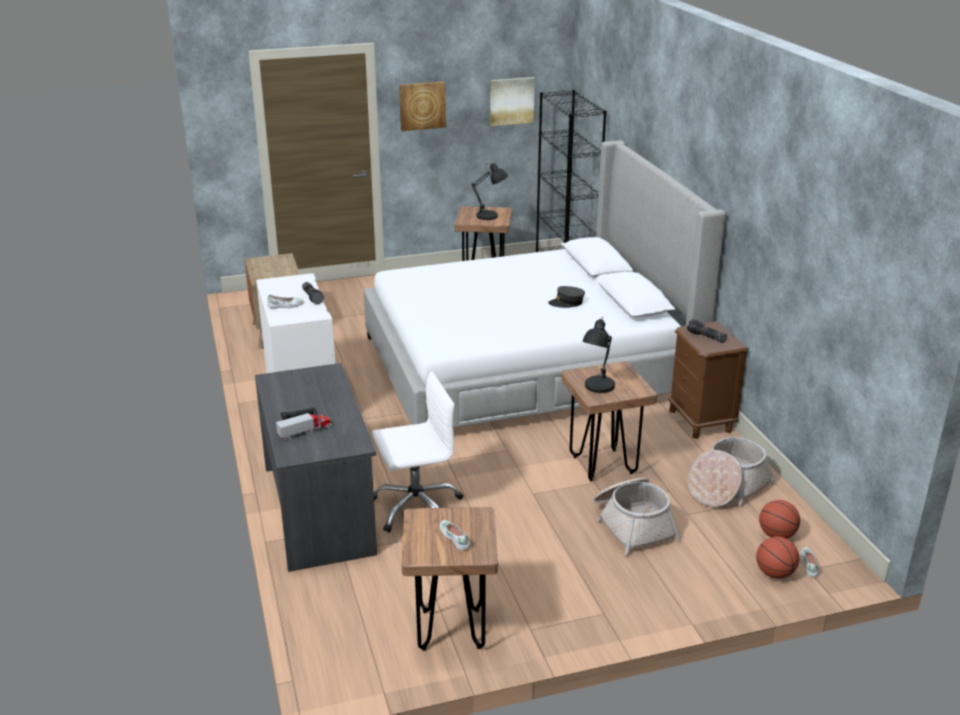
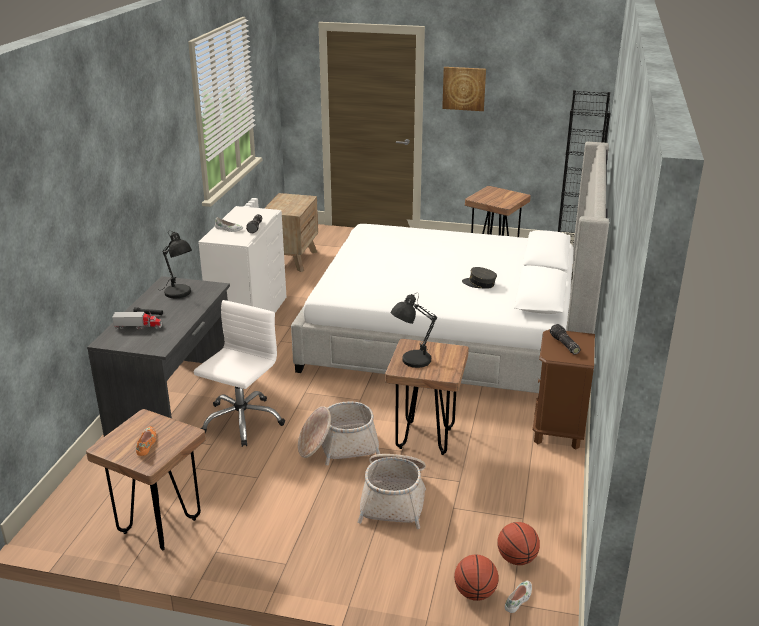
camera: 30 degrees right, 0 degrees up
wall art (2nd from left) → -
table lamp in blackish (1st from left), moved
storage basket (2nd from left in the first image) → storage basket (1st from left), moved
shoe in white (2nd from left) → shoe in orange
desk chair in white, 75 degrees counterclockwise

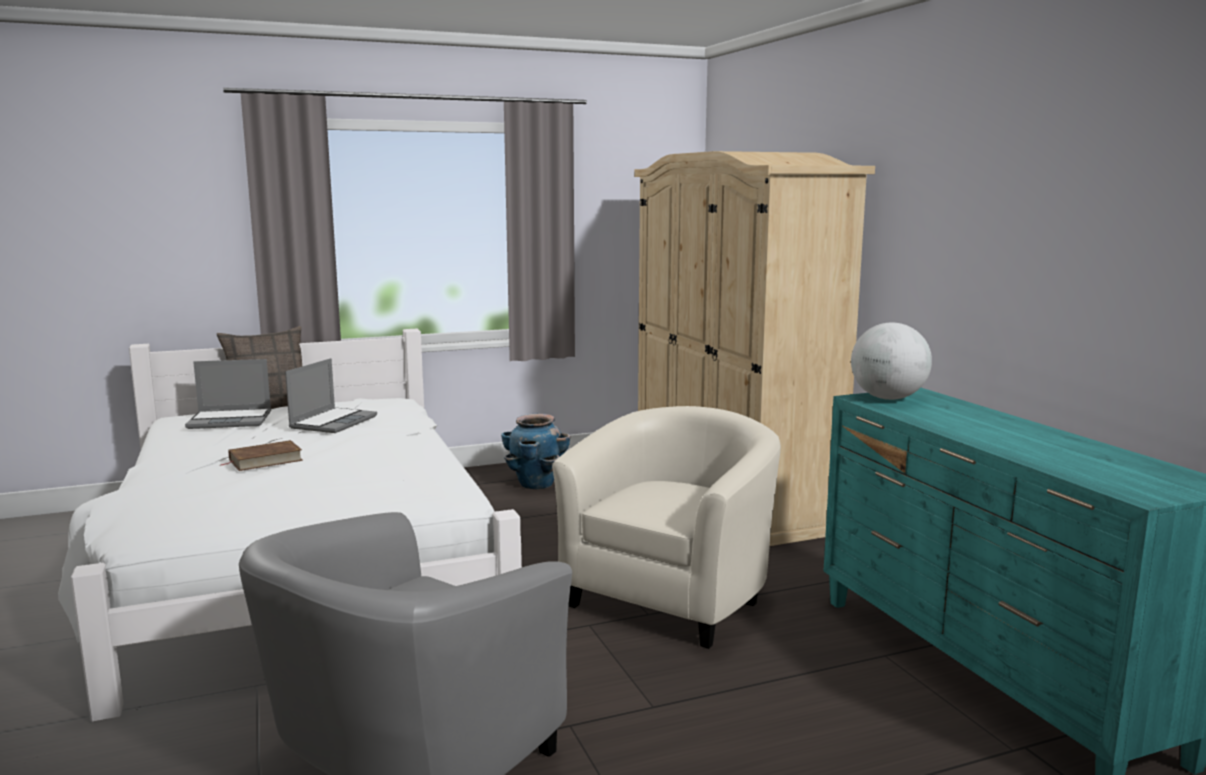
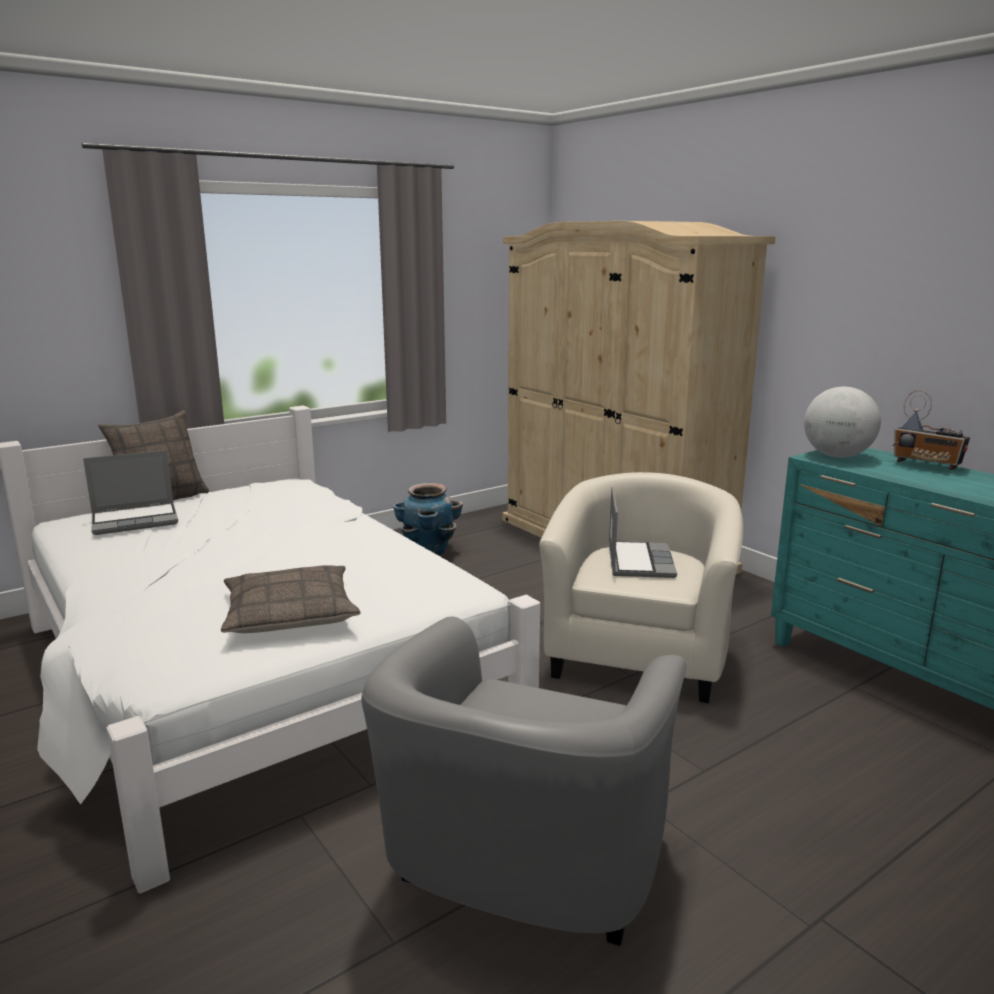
camera: 15 degrees left, 5 degrees up
book in brownish → -
- → cushion (2nd from left)
- → radio set
notebook computer (2nd from left), moved

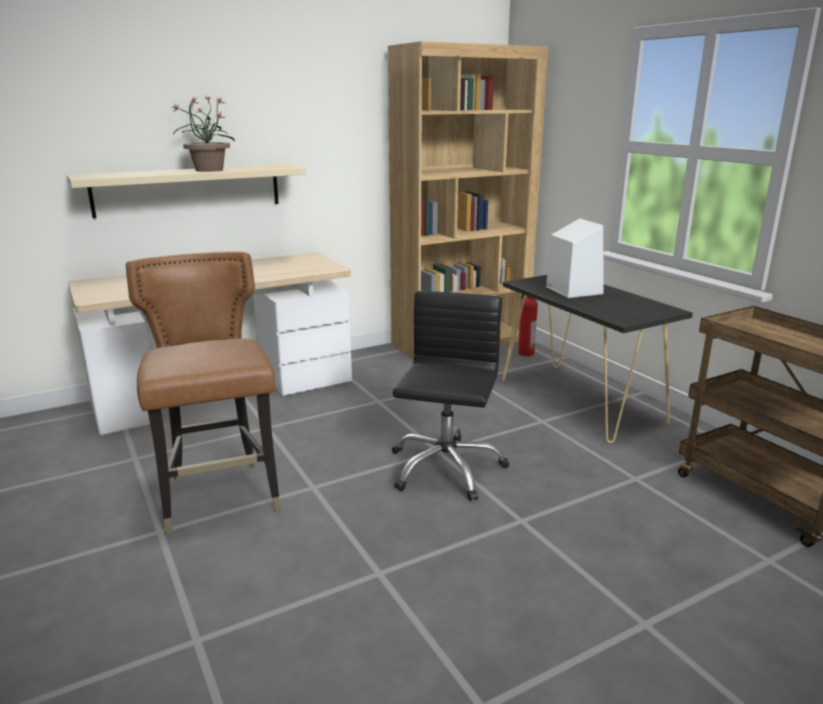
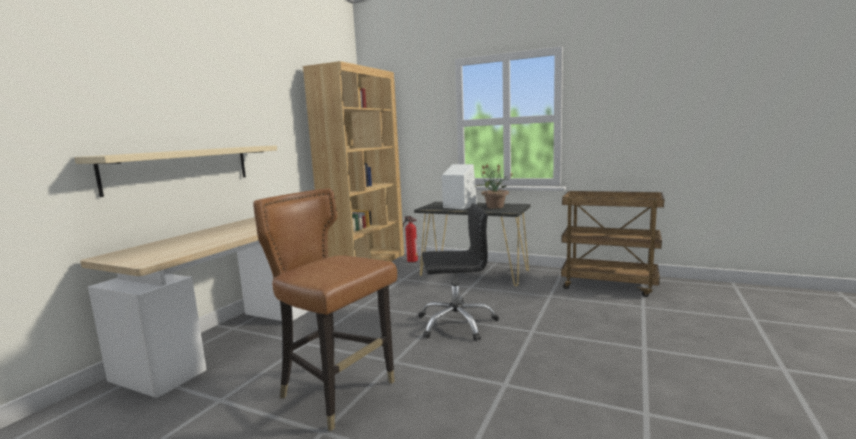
camera: 35 degrees left, 10 degrees down
houseplant, moved
desk chair in blackish, 105 degrees clockwise

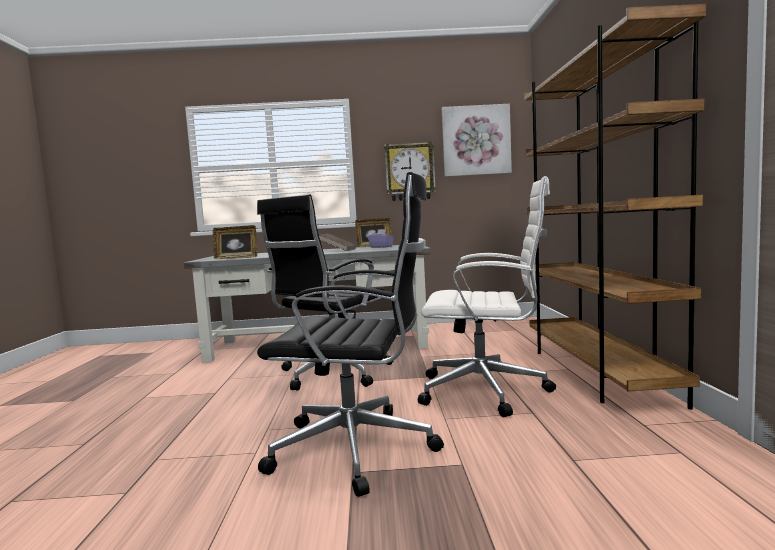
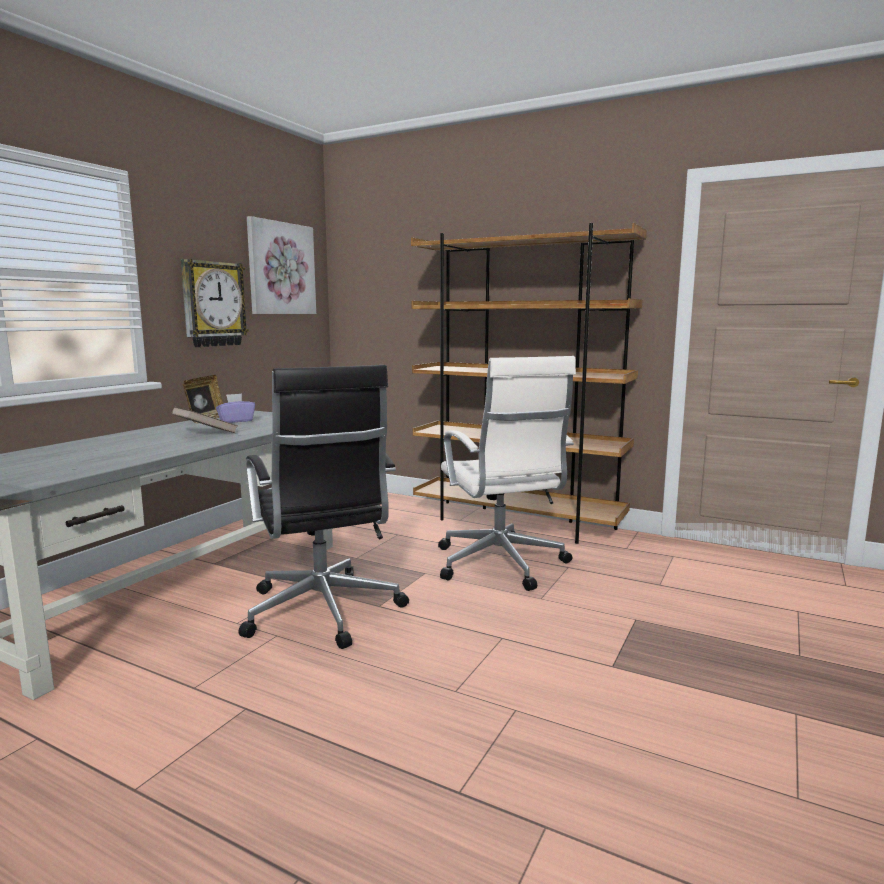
camera: 60 degrees left, 5 degrees up
picture frame (1st from left) → -
desk chair in blackish (2nd from left) → -
desk chair in white, 120 degrees clockwise

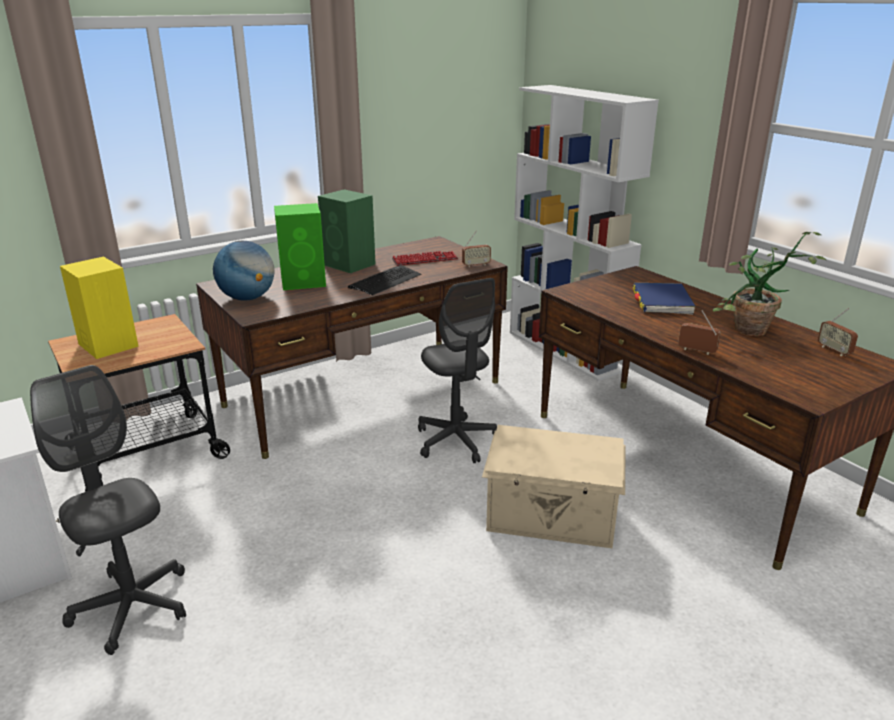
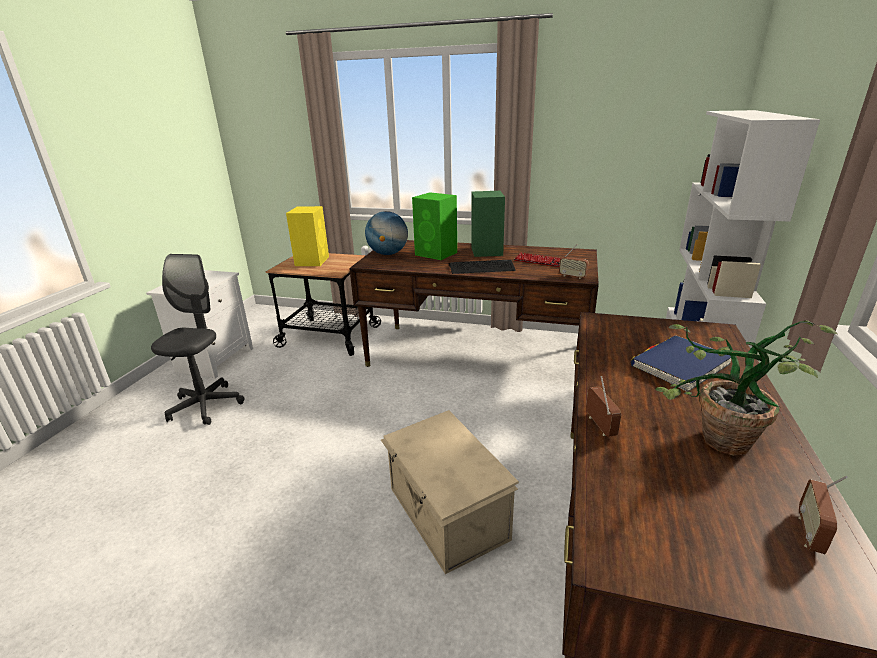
camera: 50 degrees right, 0 degrees up
desk chair in grey (2nd from left) → -

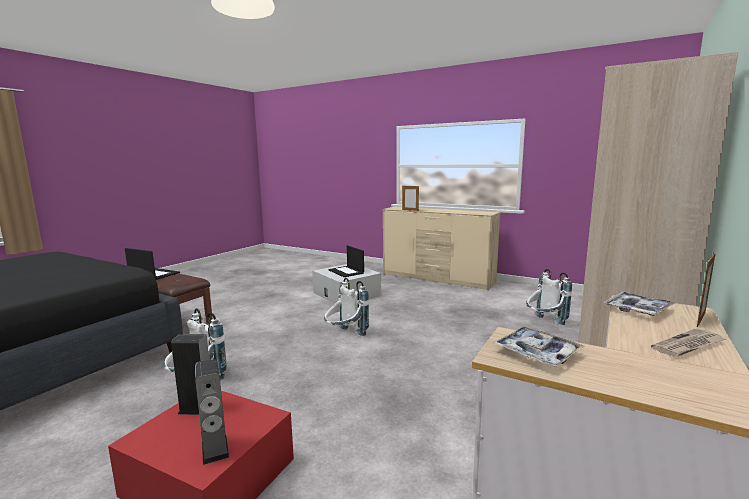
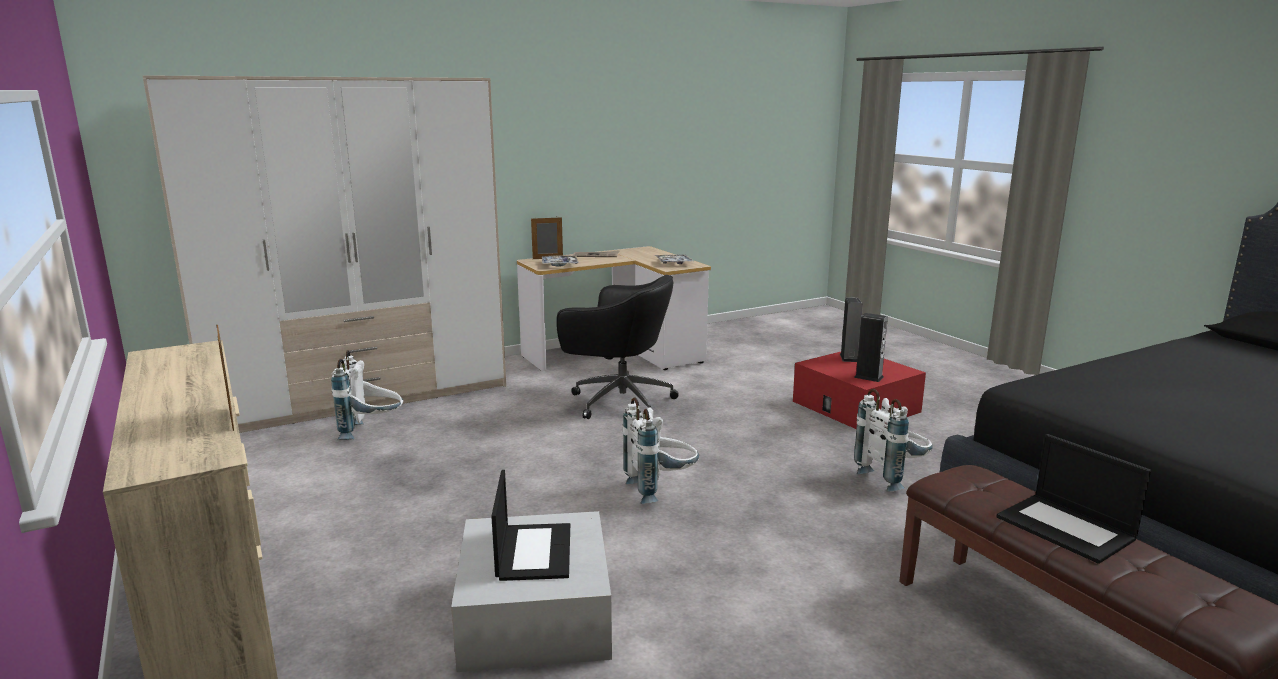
camera: 150 degrees left, 5 degrees up
- → desk chair in blackish

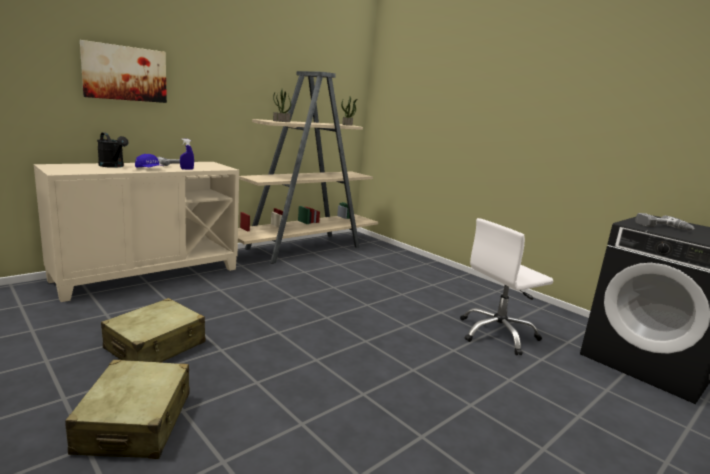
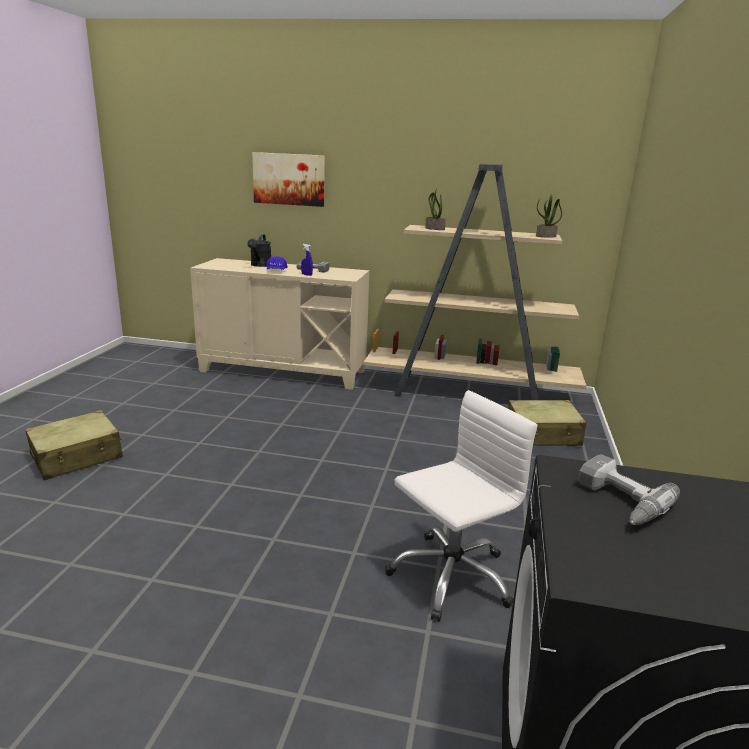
camera: 55 degrees right, 5 degrees up
travel case in beige-coloured (2nd from left), moved
desk chair in white, 120 degrees clockwise

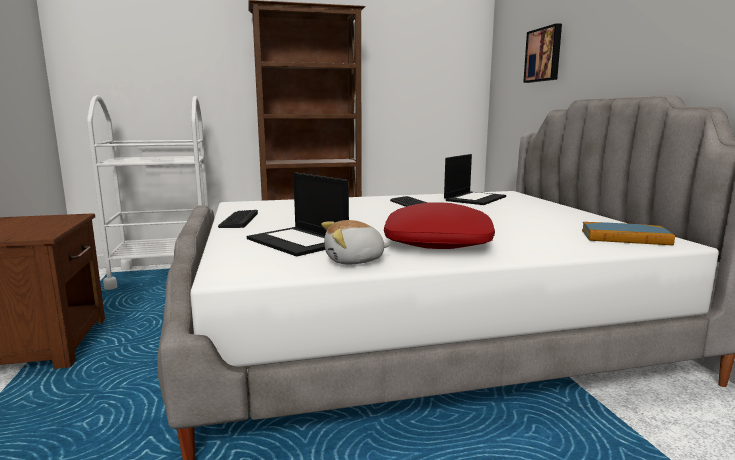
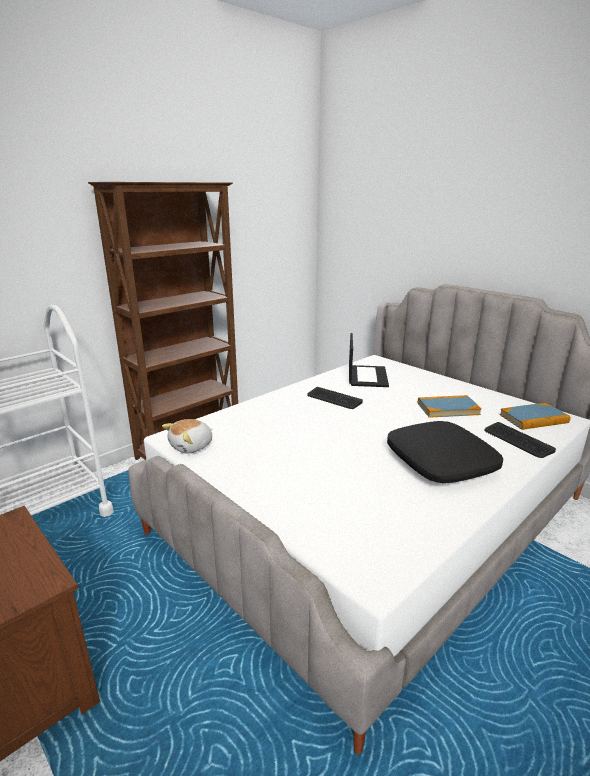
camera: 30 degrees left, 10 degrees up
notebook computer (1st from left) → -
wall art → -
- → book (1st from left)
PC keyboard (1st from left in the first image) → PC keyboard (2nd from left), moved
cuddly toy, moved
cushion in reddish → cushion in blackish

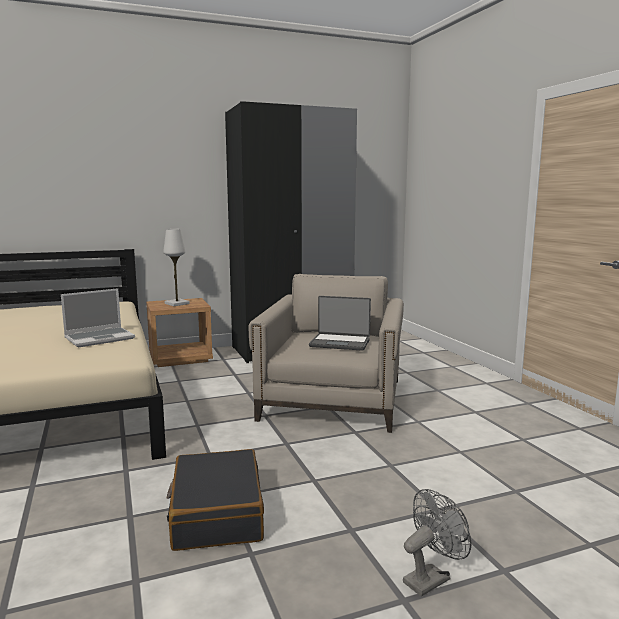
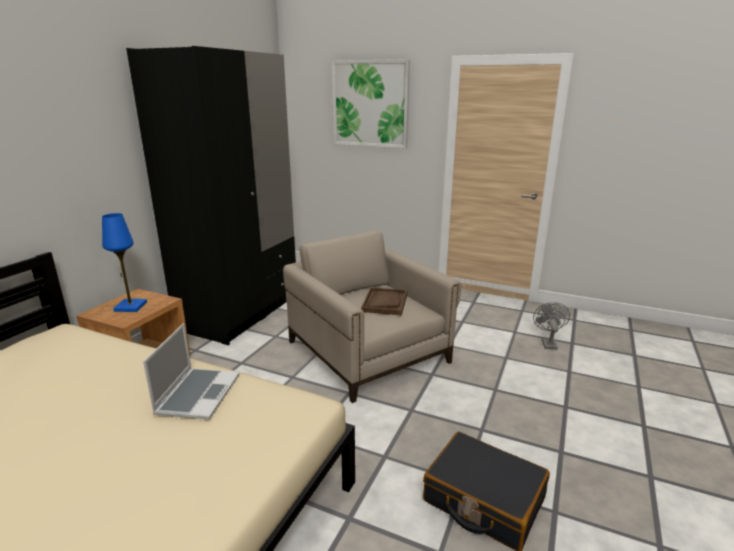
camera: 45 degrees left, 10 degrees up
- → wall art
cooling fan in grey, moved
notebook computer (2nd from left) → tray in brownish
table lamp in white → table lamp in blue-coloured

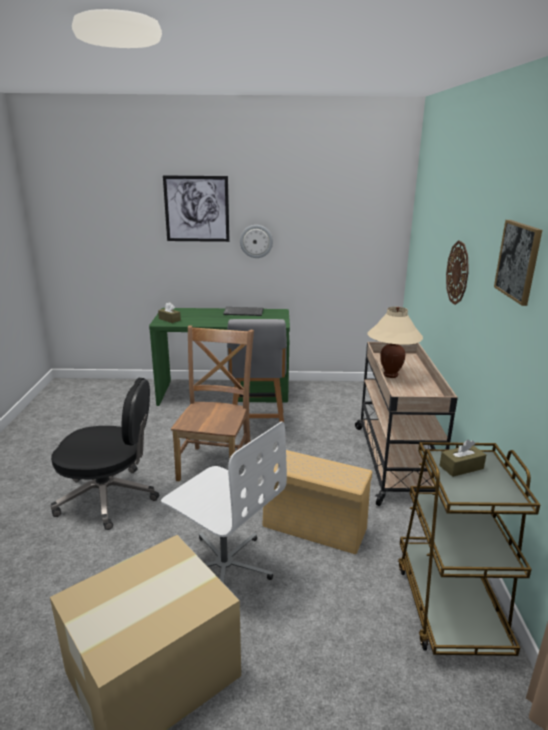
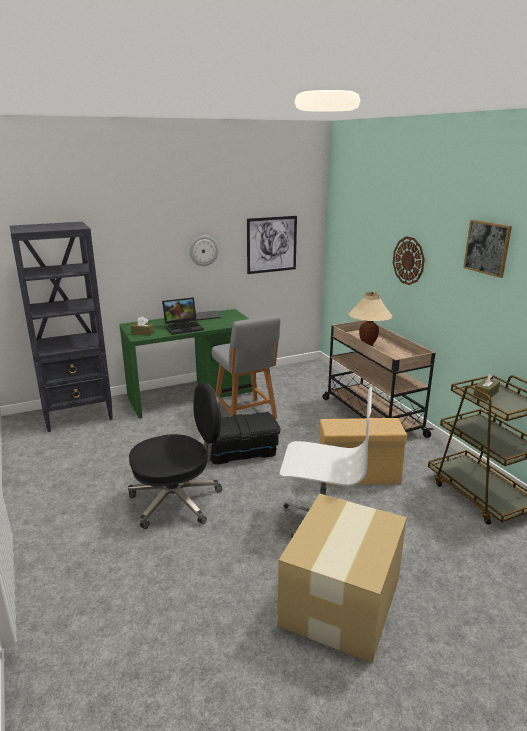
camera: 25 degrees left, 0 degrees up
- → bookcase in blackish
- → notebook computer
wall art (1st from left), moved
upright chair in brownish → storage box in blackish

